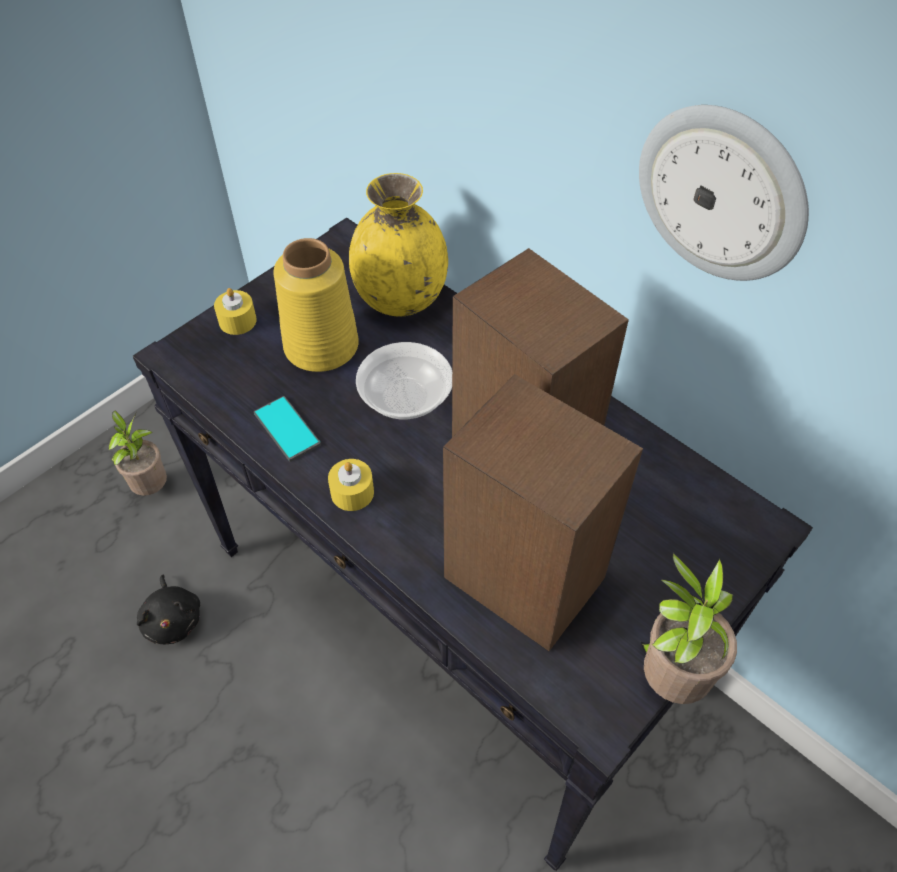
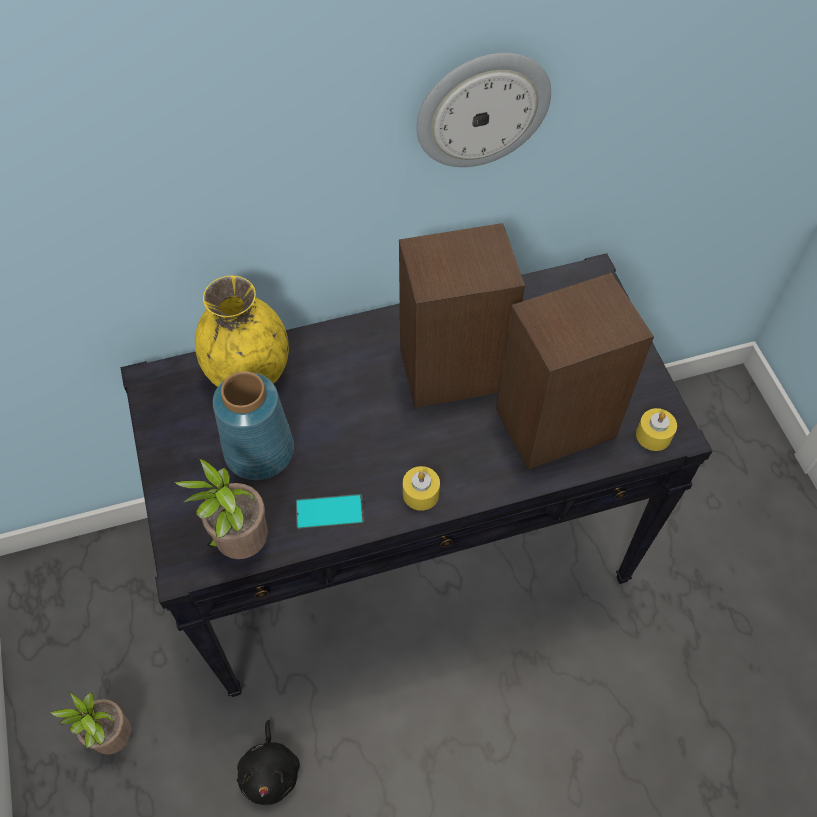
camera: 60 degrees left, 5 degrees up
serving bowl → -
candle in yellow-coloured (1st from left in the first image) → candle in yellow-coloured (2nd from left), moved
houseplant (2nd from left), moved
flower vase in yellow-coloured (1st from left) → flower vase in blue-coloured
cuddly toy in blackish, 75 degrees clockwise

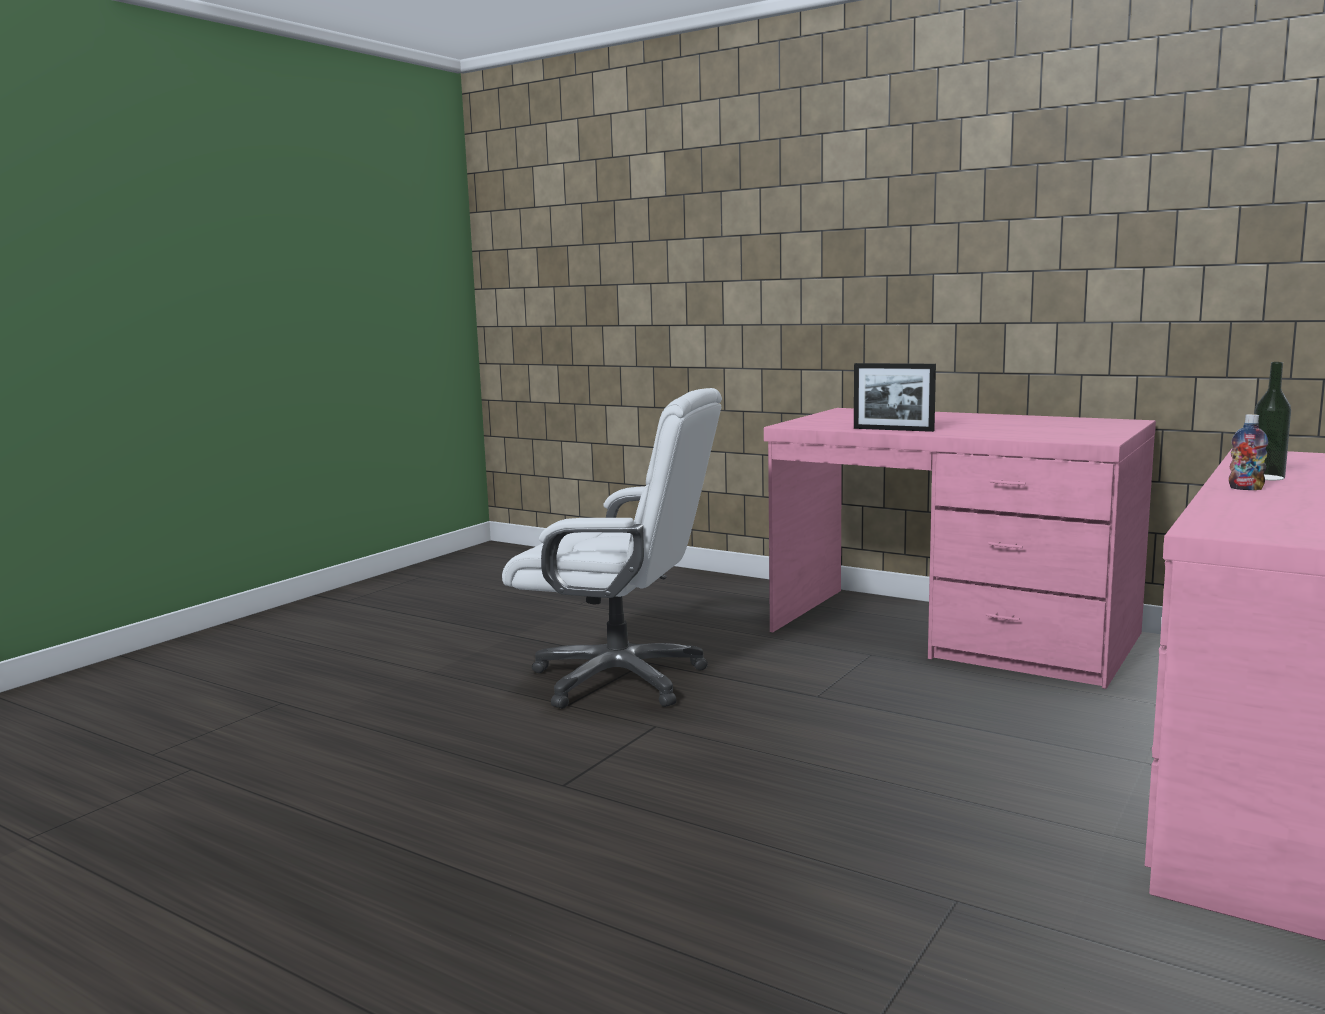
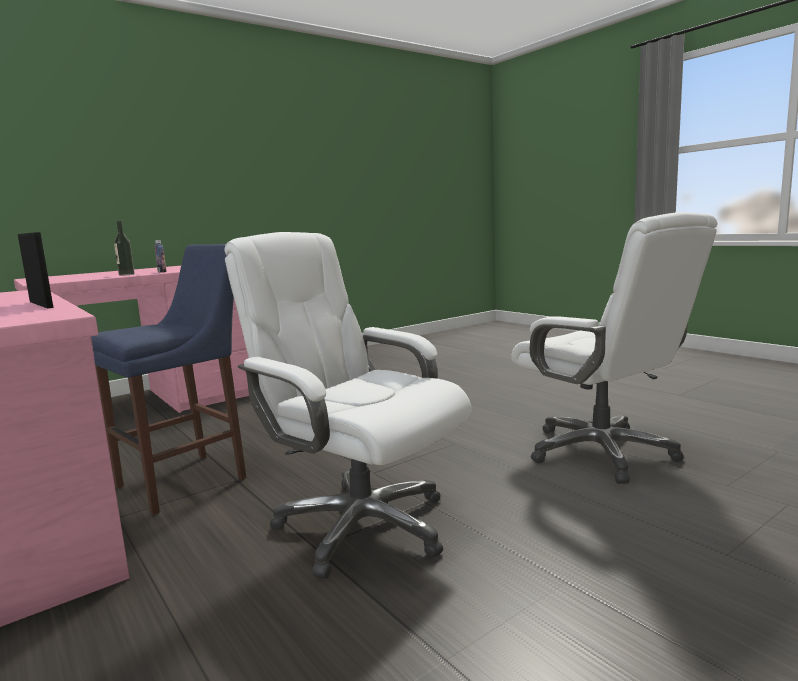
camera: 160 degrees left, 0 degrees up
- → stool in blue-coloured
- → desk chair in white (2nd from left)

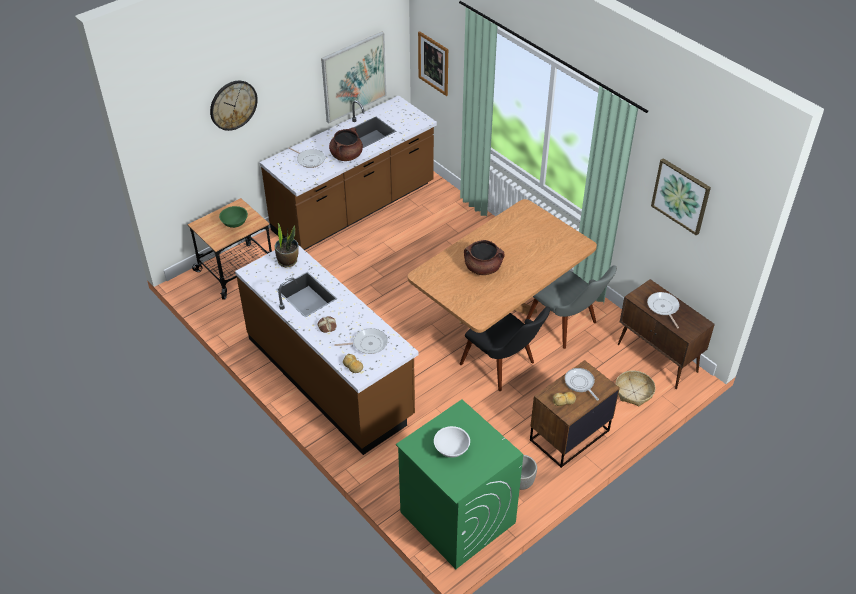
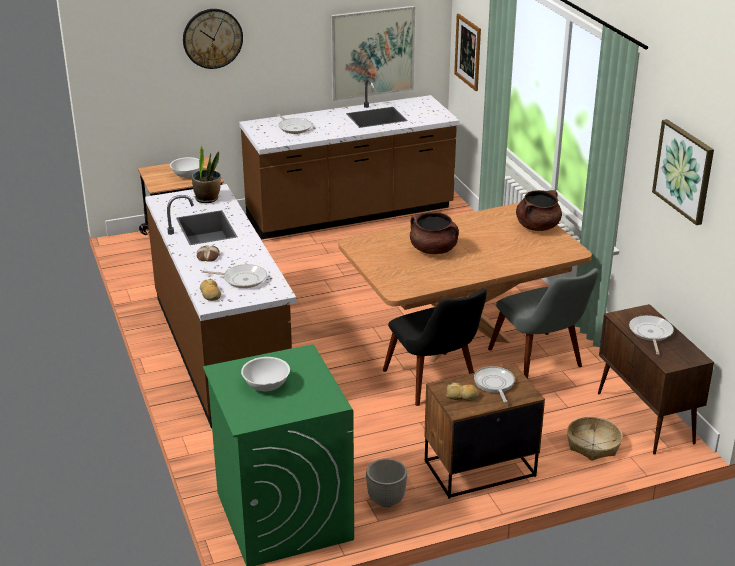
camera: 20 degrees right, 15 degrees down
cooking pot in brownish (1st from left in the first image) → cooking pot in brownish (2nd from left), moved
serving bowl in green → serving bowl in white (1st from left)

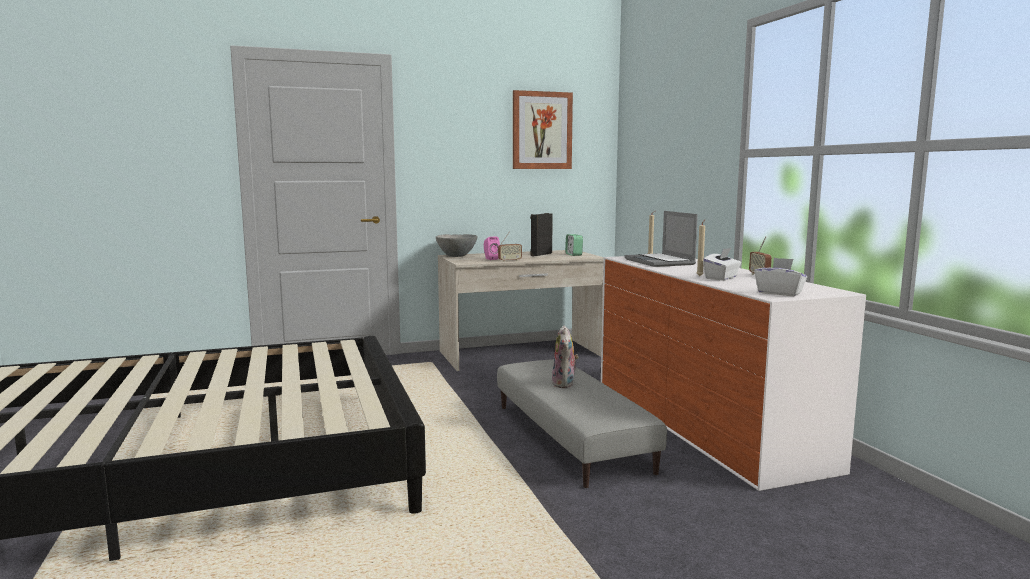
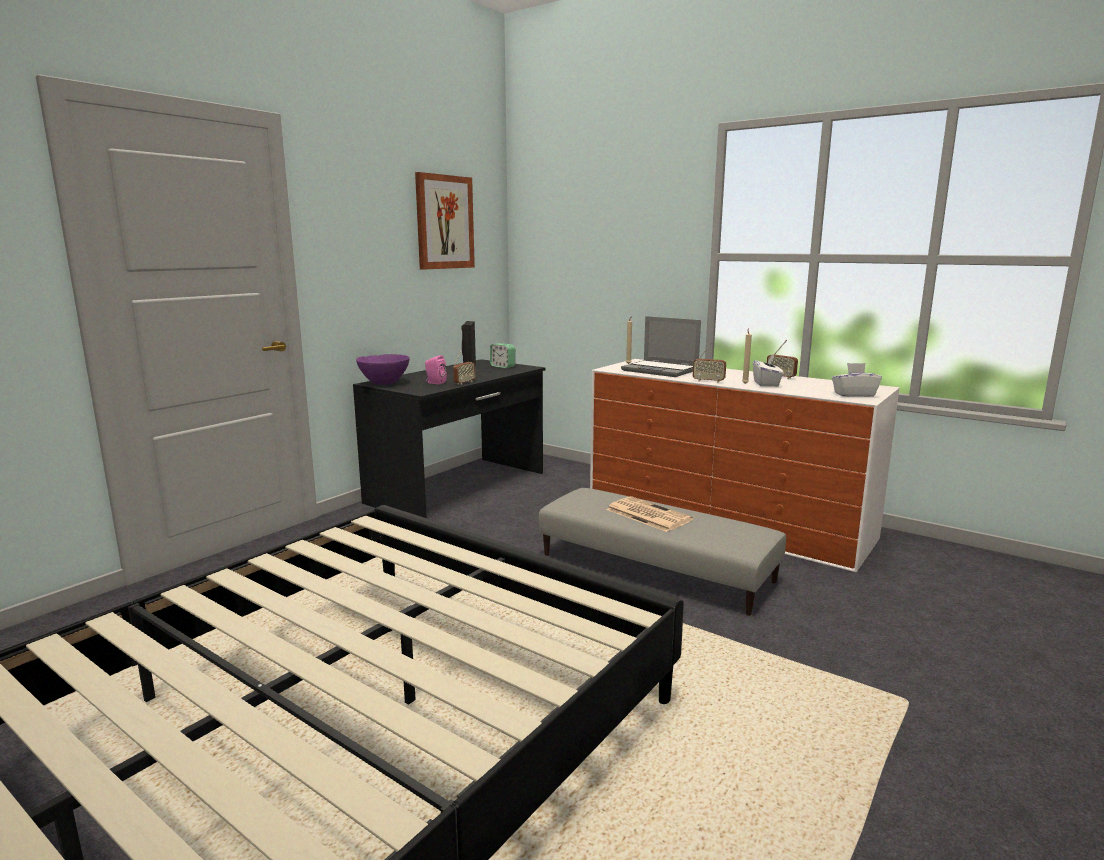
camera: 35 degrees left, 5 degrees up
- → radio set (2nd from left)
cuddly toy → printed paper
serving bowl in grey → serving bowl in purplish
desk unit in beige-coloured → desk unit in blackish

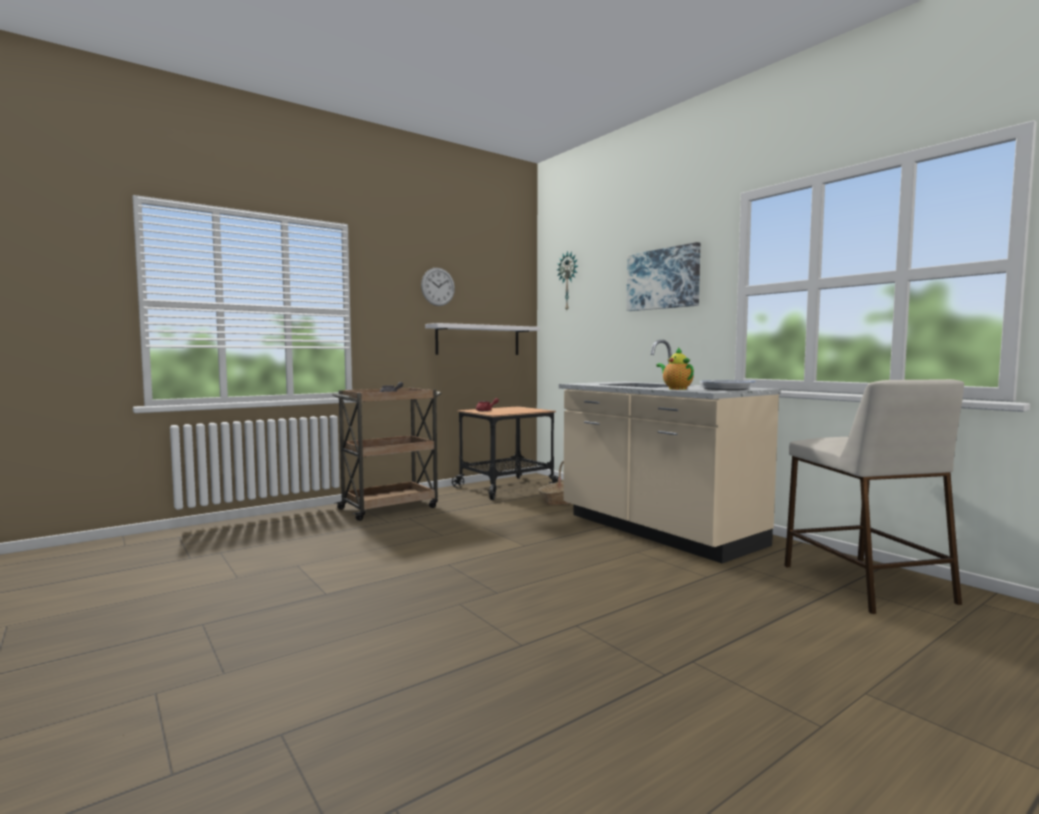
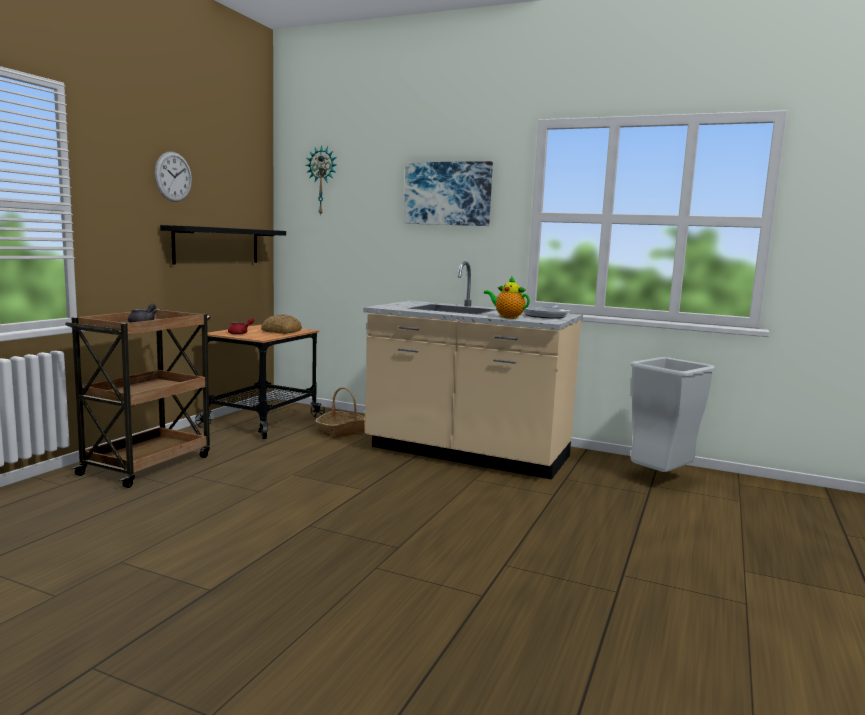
camera: 30 degrees left, 5 degrees up
- → bread
stool in beige-coloured → rubbish bin in grey
bracket shelf in white → bracket shelf in blackish

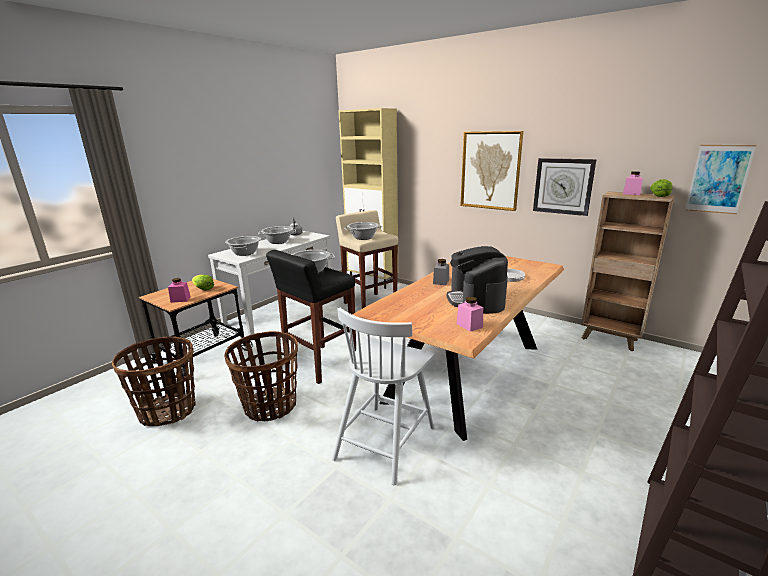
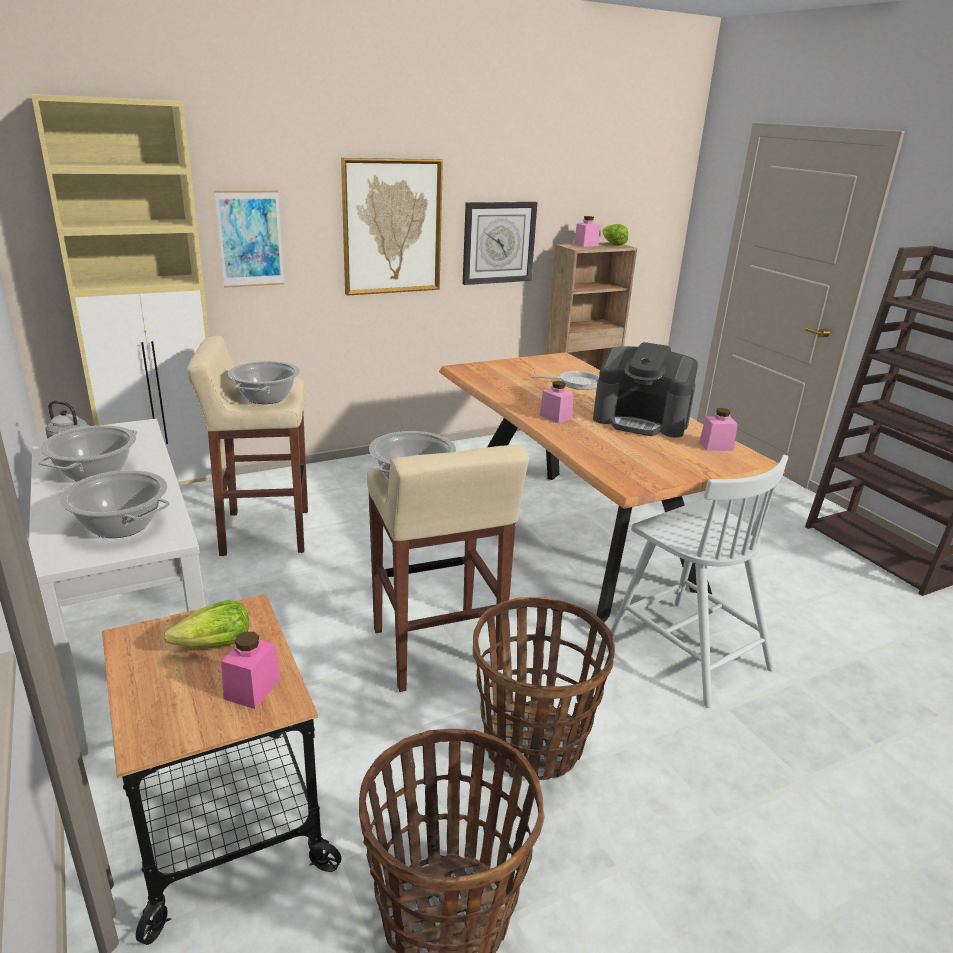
camera: 65 degrees left, 5 degrees up
wall art (2nd from left in the first image) → wall art (1st from left), moved
stool in blackish → stool in beige-coloured (2nd from left)
storage jar in grey → storage jar in pinkish (2nd from left)

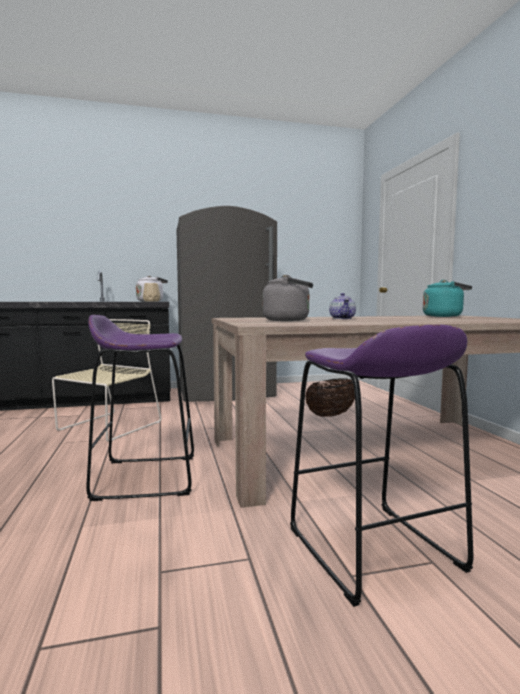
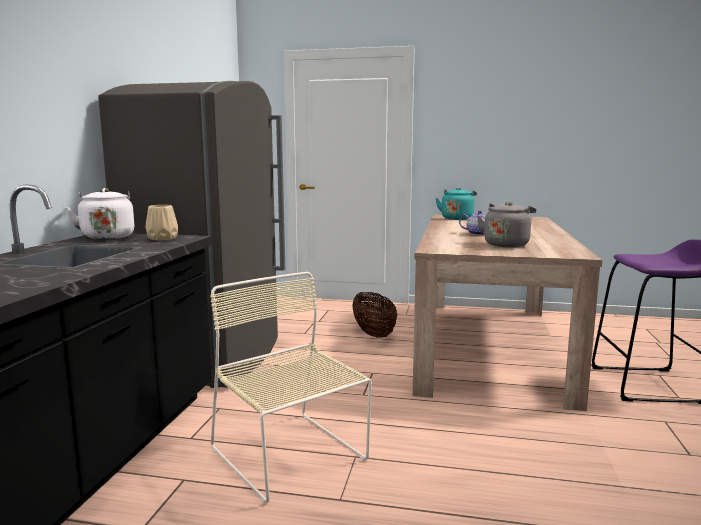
camera: 65 degrees left, 5 degrees up
stool in purplish (1st from left) → -

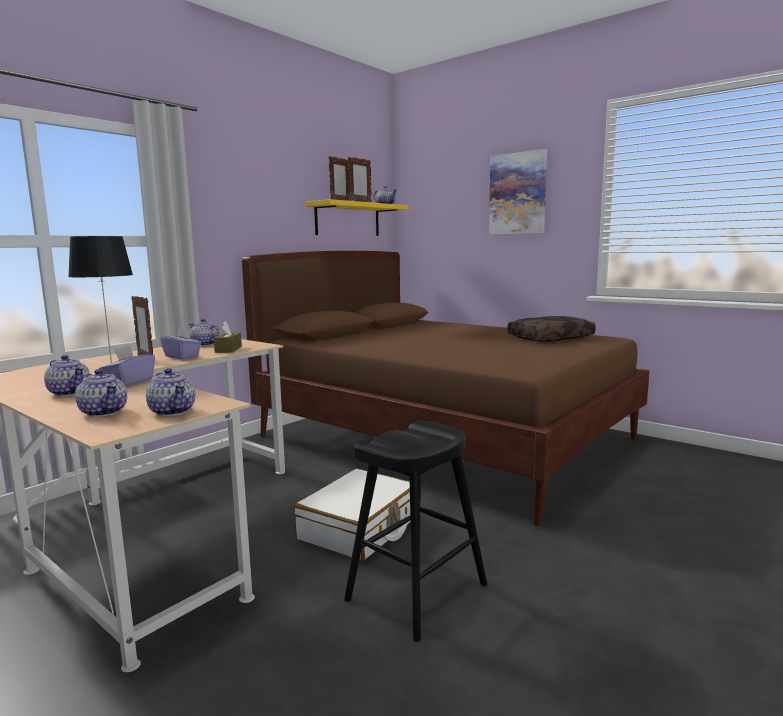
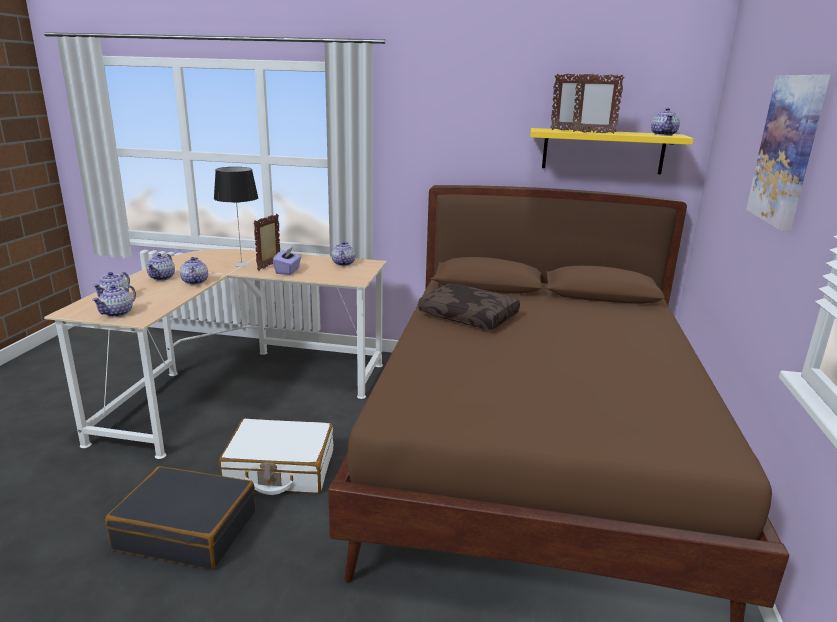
camera: 60 degrees right, 10 degrees up
tissue holder in brownish → -
cushion in brownish, moved
tissue holder in purplish (1st from left) → tea pot (4th from left)
stool in blackish → travel case in blackish

